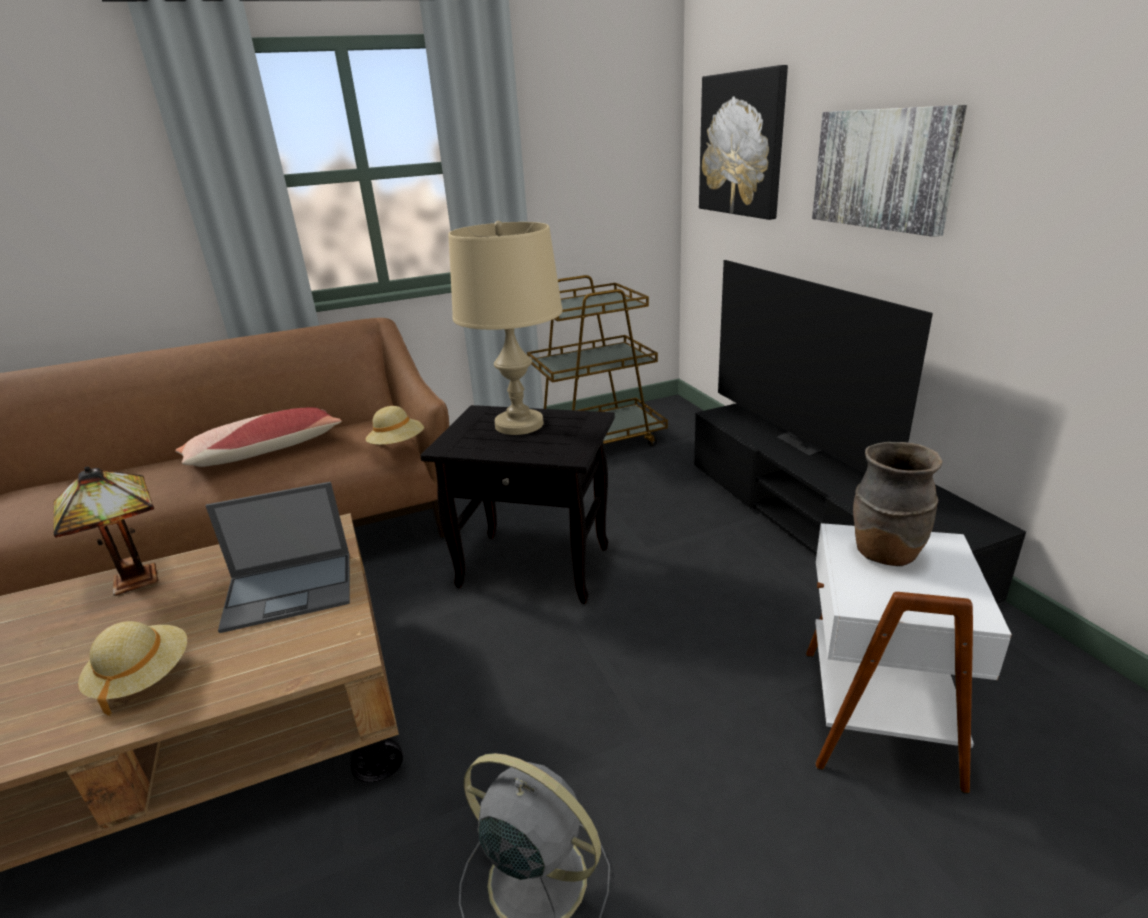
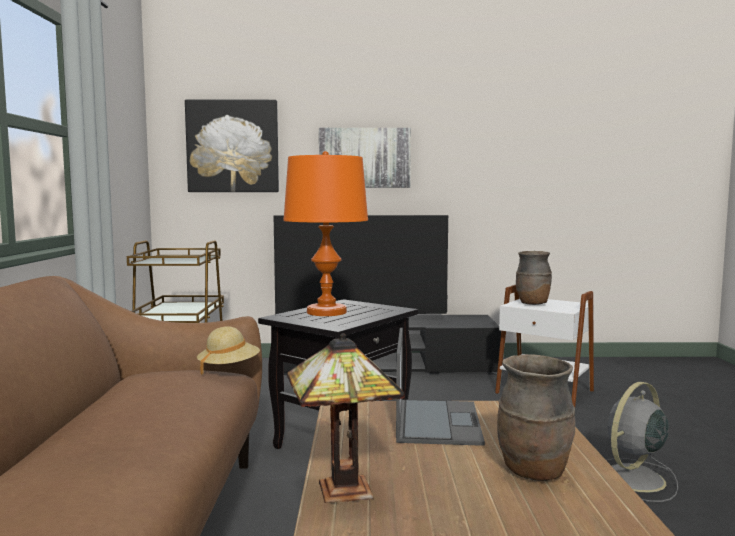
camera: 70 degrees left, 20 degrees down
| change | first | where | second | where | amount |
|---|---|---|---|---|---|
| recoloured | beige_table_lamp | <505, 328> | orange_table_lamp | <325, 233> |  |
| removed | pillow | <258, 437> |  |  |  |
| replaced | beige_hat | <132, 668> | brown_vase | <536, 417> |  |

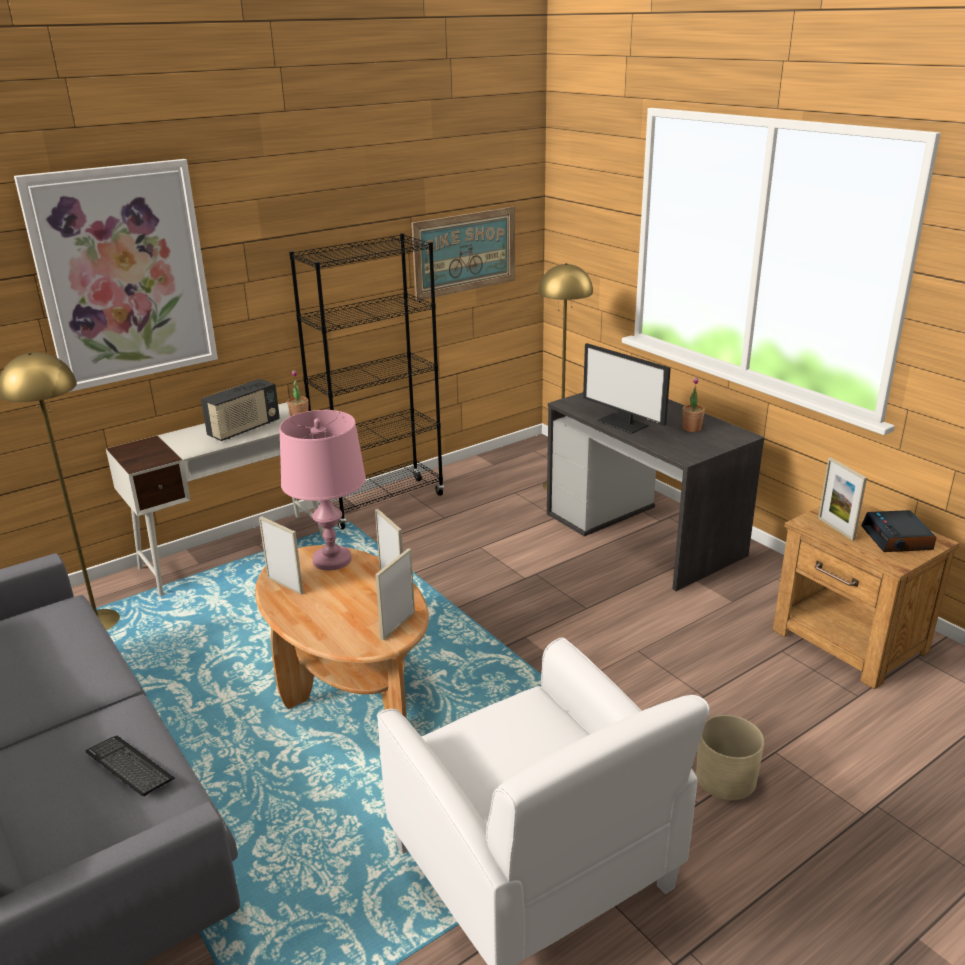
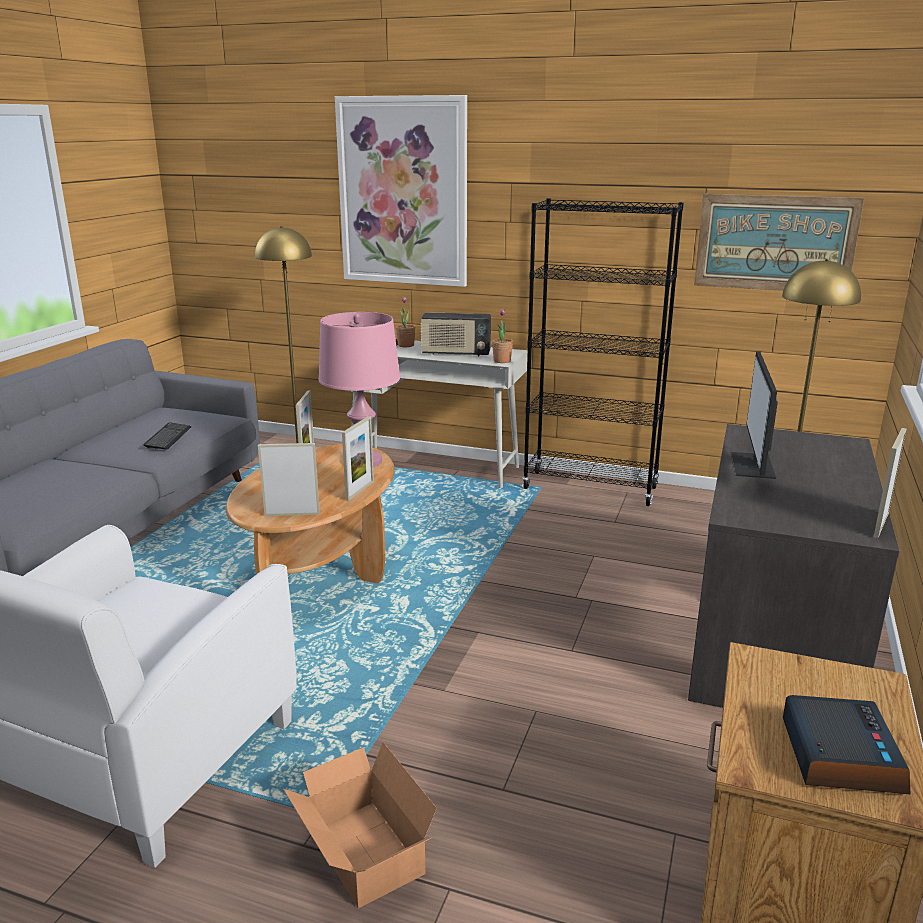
camera: 55 degrees right, 5 degrees down
| change | first | where | second | where | amount |
|---|---|---|---|---|---|
| moved | potted_plant | <693, 404> |  | <405, 322> |  |
| moved | picture_frame | <842, 499> |  | <890, 483> |  |
| turned | alarm_clock | <898, 531> |  | <847, 745> | 135 degrees clockwise |
| replaced | beige_planter | <730, 757> | cardboard_box | <360, 825> |  |
| moved | keyboard | <130, 766> |  | <167, 436> |  |

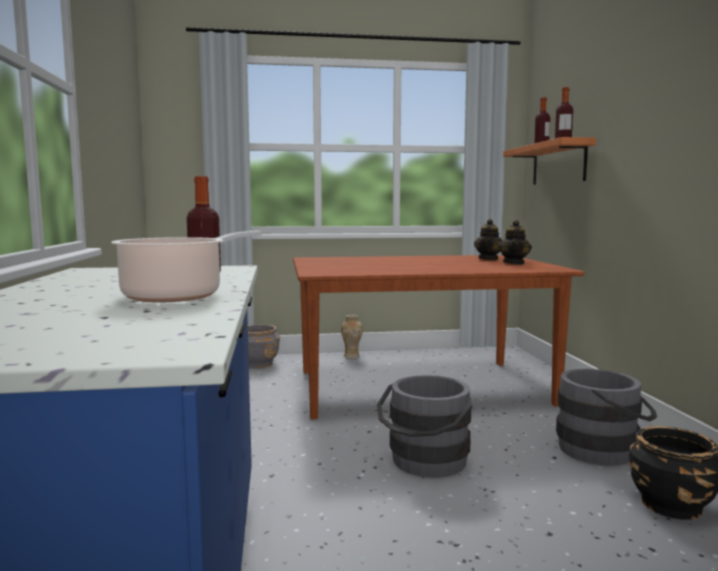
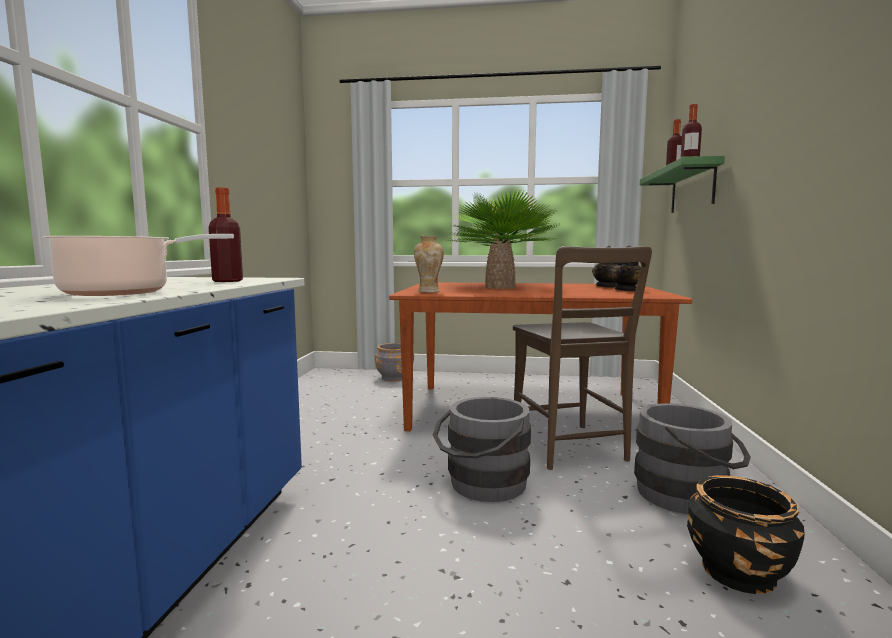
camera: 15 degrees right, 0 degrees up
| change | first | where | second | where | amount |
|---|---|---|---|---|---|
| recoloured | orange_shelf | <549, 161> | green_shelf | <682, 184> |  |
| moved | vase | <352, 337> |  | <429, 264> |  |
| added |  |  | potted_plant | <503, 239> |  |
| added |  |  | brown_chair | <582, 358> |  |

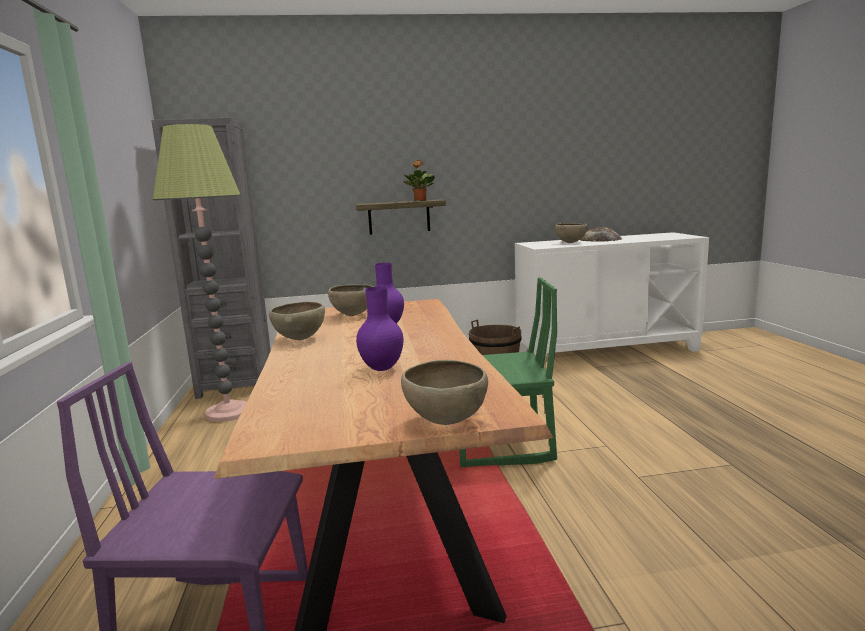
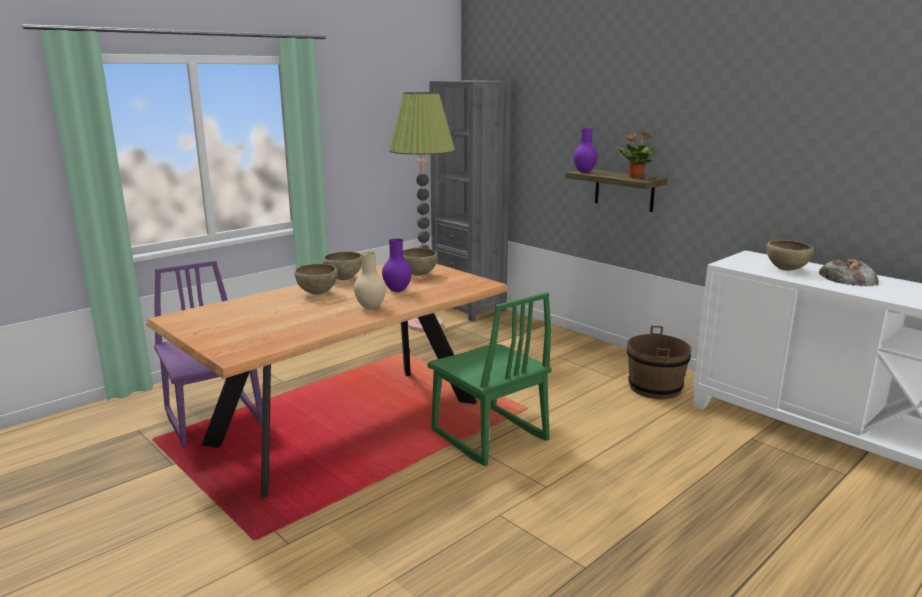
camera: 55 degrees right, 5 degrees up
| change | first | where | second | where | amount |
|---|---|---|---|---|---|
| moved | purple_vase | <380, 329> |  | <585, 150> |  |
| moved | brown_bowl | <444, 392> |  | <316, 279> |  |
| added |  |  | beige_vase | <370, 280> |  |

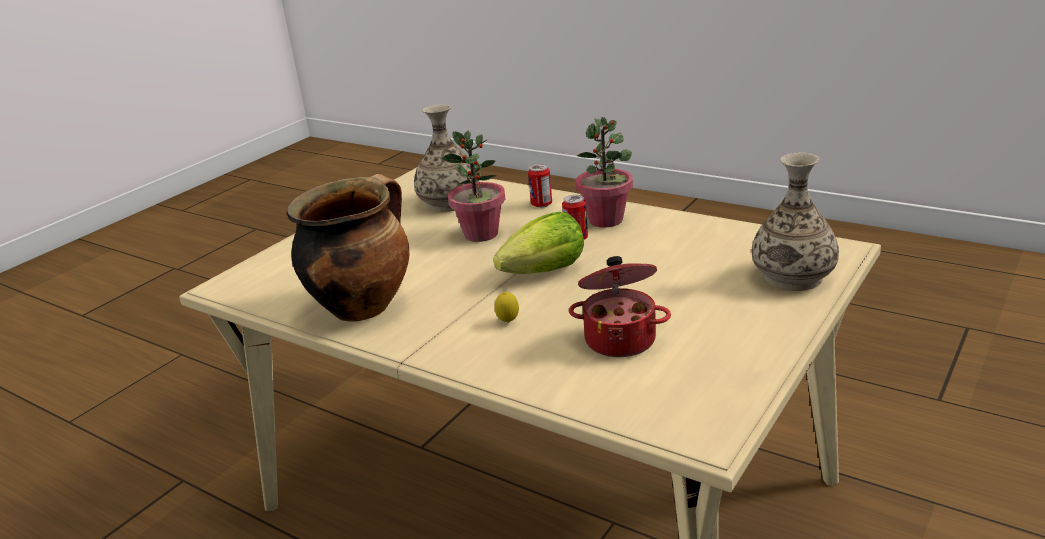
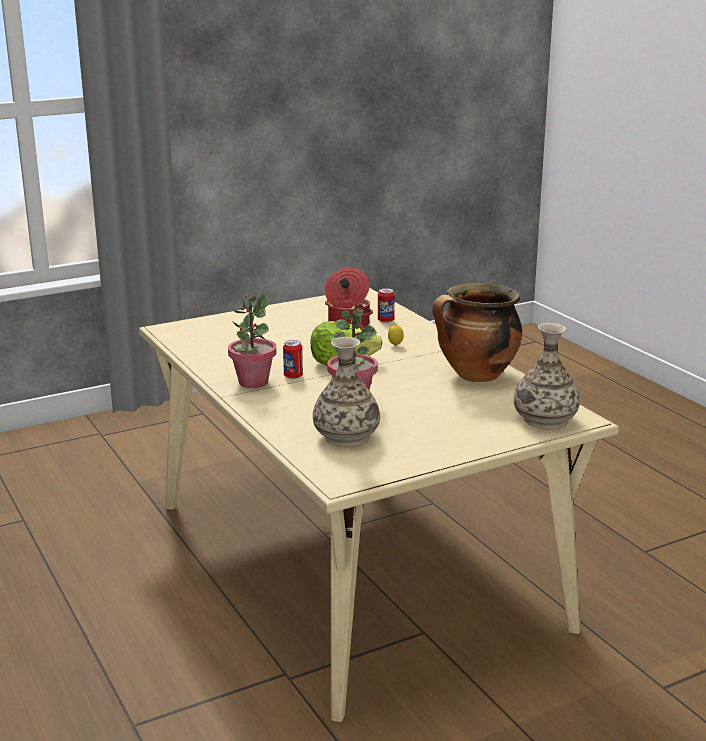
camera: 155 degrees left, 5 degrees down
| change | first | where | second | where | amount |
|---|---|---|---|---|---|
| moved | vase | <795, 221> |  | <547, 376> |  |
| moved | can | <540, 186> |  | <386, 305> |  |

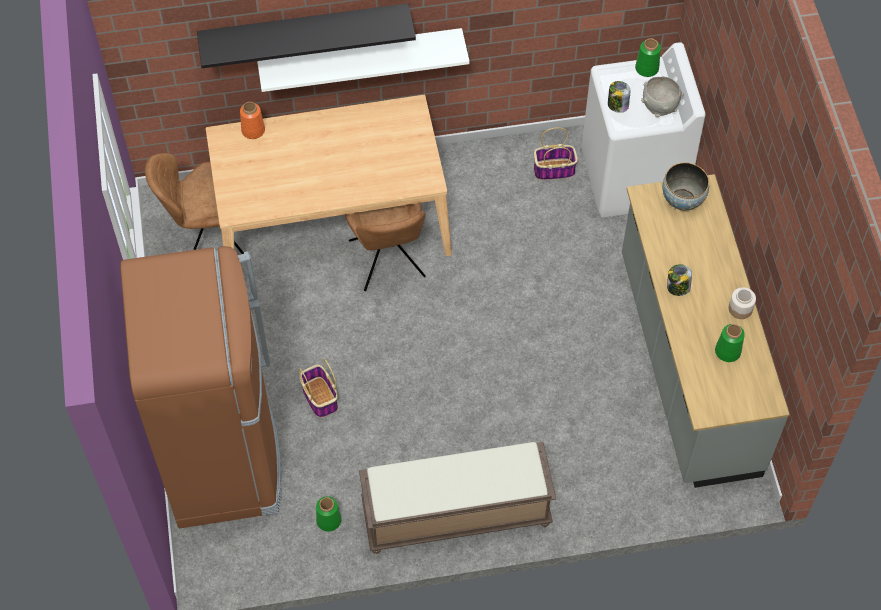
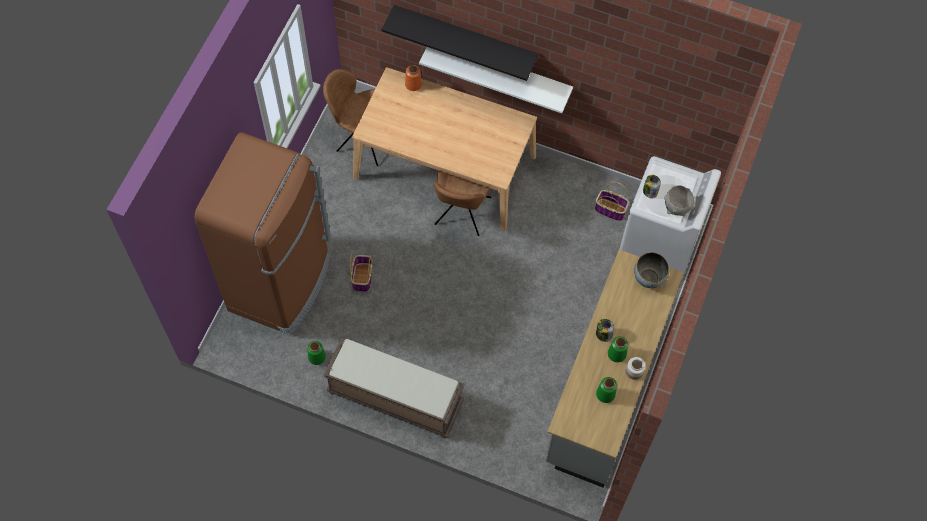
camera: 30 degrees right, 5 degrees up
| change | first | where | second | where | amount |
|---|---|---|---|---|---|
| moved | green_vase | <648, 57> |  | <618, 349> |  |

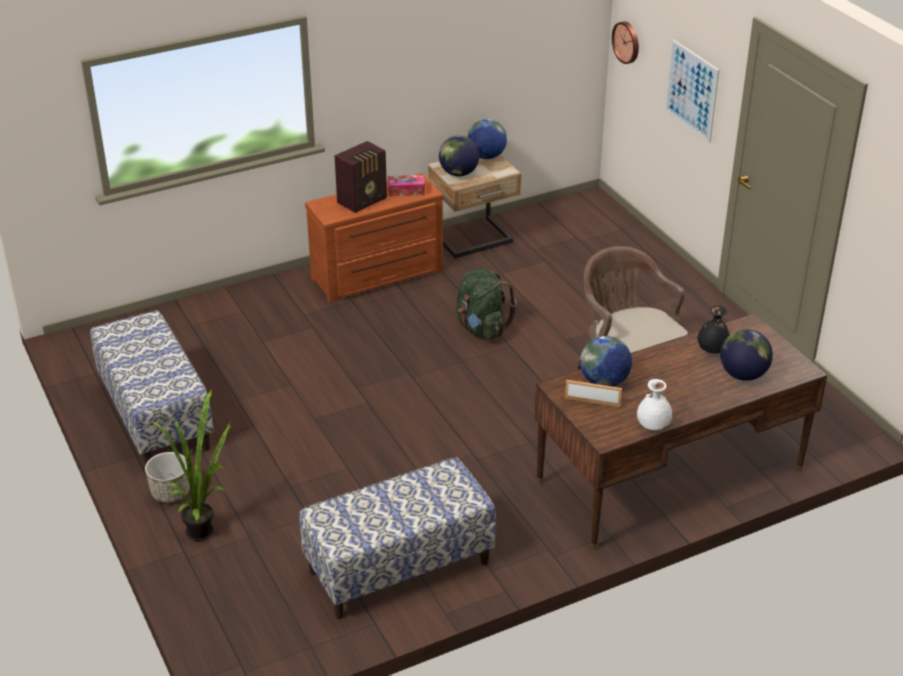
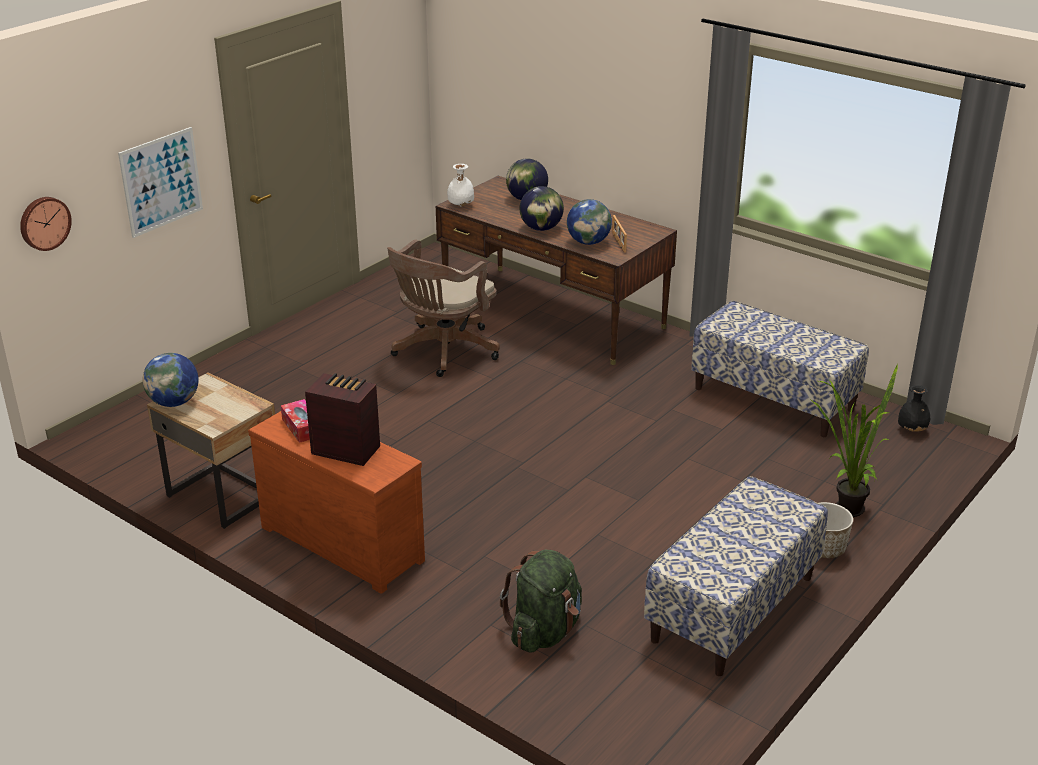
camera: 115 degrees left, 5 degrees down
| change | first | where | second | where | amount |
|---|---|---|---|---|---|
| moved | globe | <459, 155> |  | <542, 208> |  |
| moved | green_backpack | <487, 304> |  | <541, 601> |  |
| moved | black_vase | <713, 329> |  | <914, 408> |  |
| moved | white_vase | <654, 404> |  | <460, 185> |  |

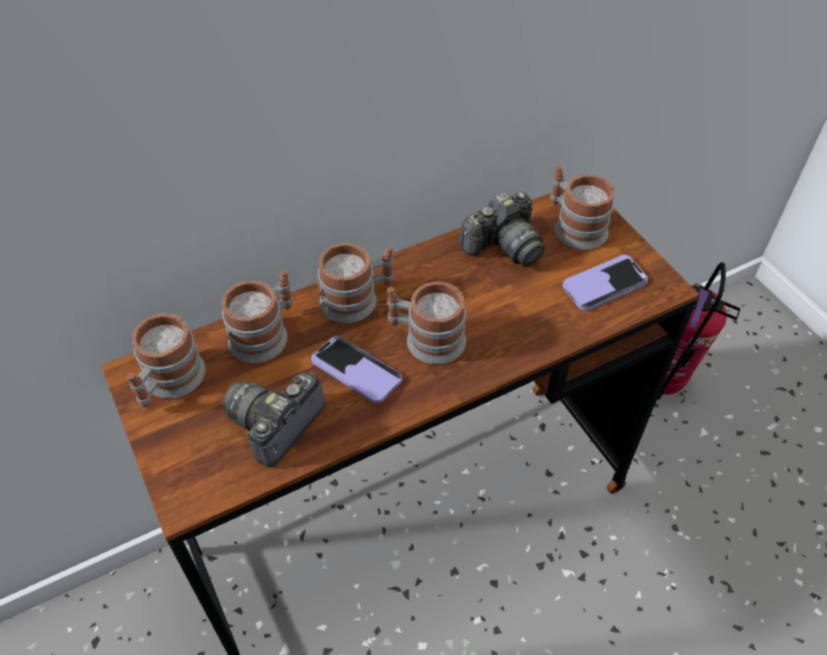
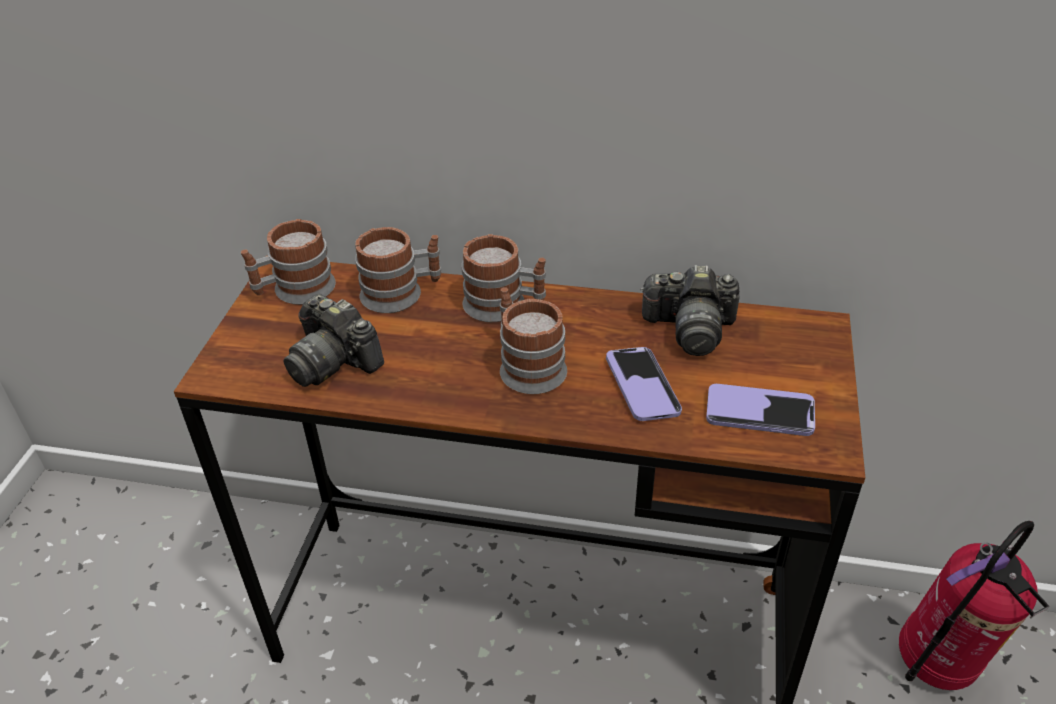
camera: 40 degrees right, 10 degrees down
| change | first | where | second | where | amount |
|---|---|---|---|---|---|
| removed | mug | <582, 208> |  |  |  |
| moved | phone | <356, 369> |  | <644, 384> |  |
| turned | photo_camera | <273, 420> |  | <333, 340> | 120 degrees counterclockwise |

